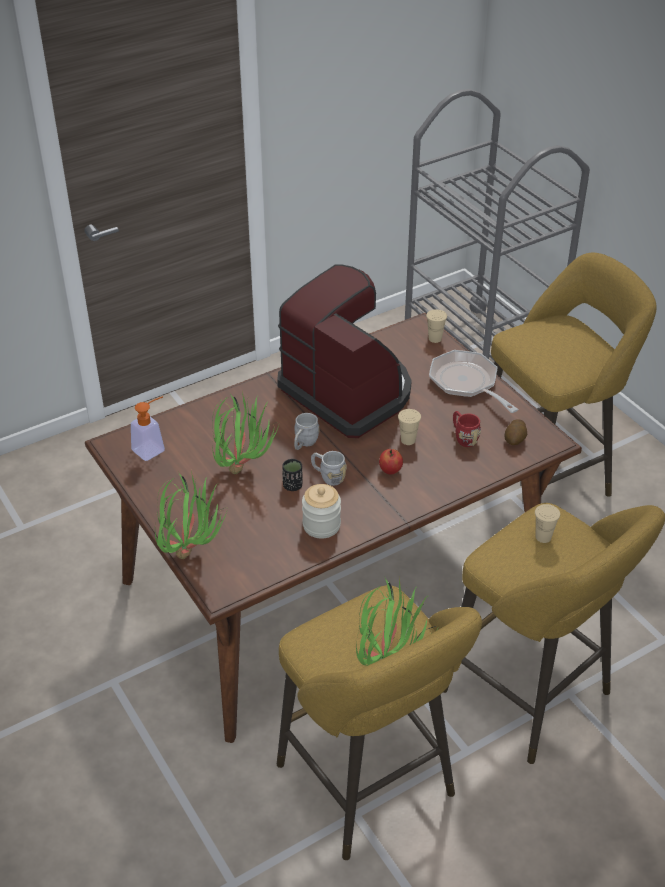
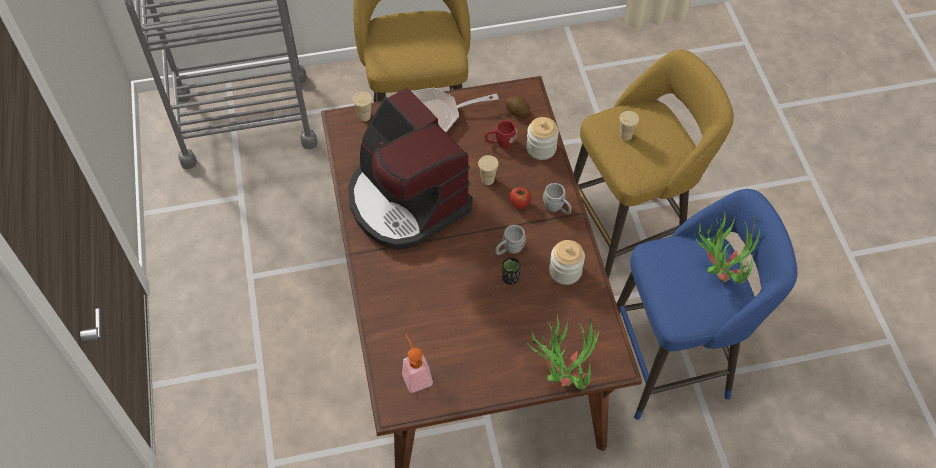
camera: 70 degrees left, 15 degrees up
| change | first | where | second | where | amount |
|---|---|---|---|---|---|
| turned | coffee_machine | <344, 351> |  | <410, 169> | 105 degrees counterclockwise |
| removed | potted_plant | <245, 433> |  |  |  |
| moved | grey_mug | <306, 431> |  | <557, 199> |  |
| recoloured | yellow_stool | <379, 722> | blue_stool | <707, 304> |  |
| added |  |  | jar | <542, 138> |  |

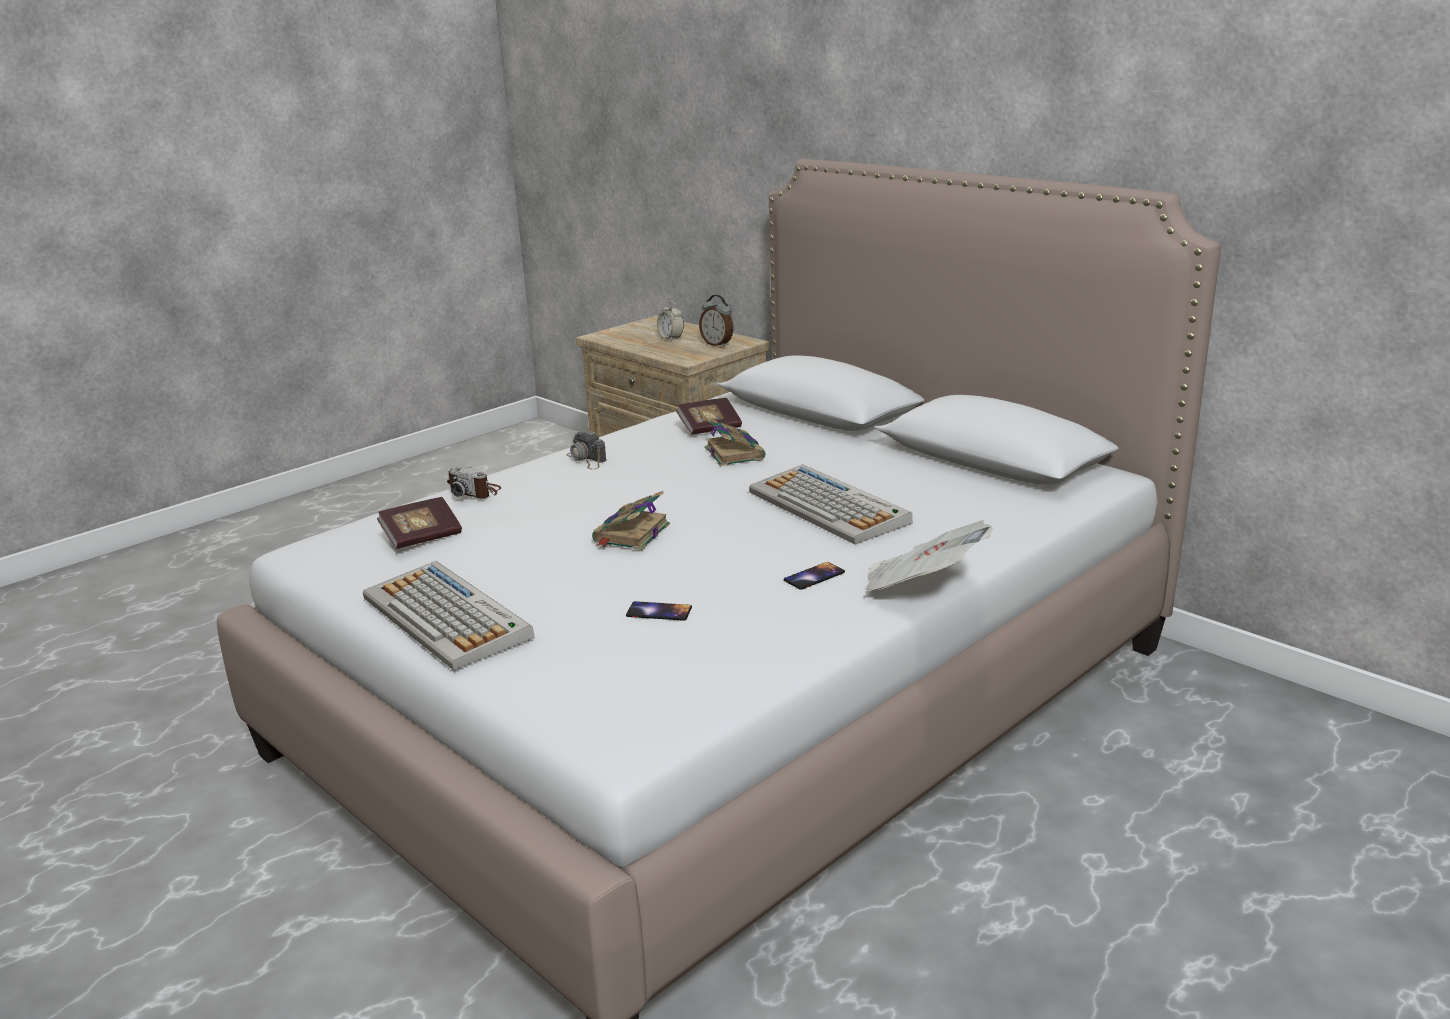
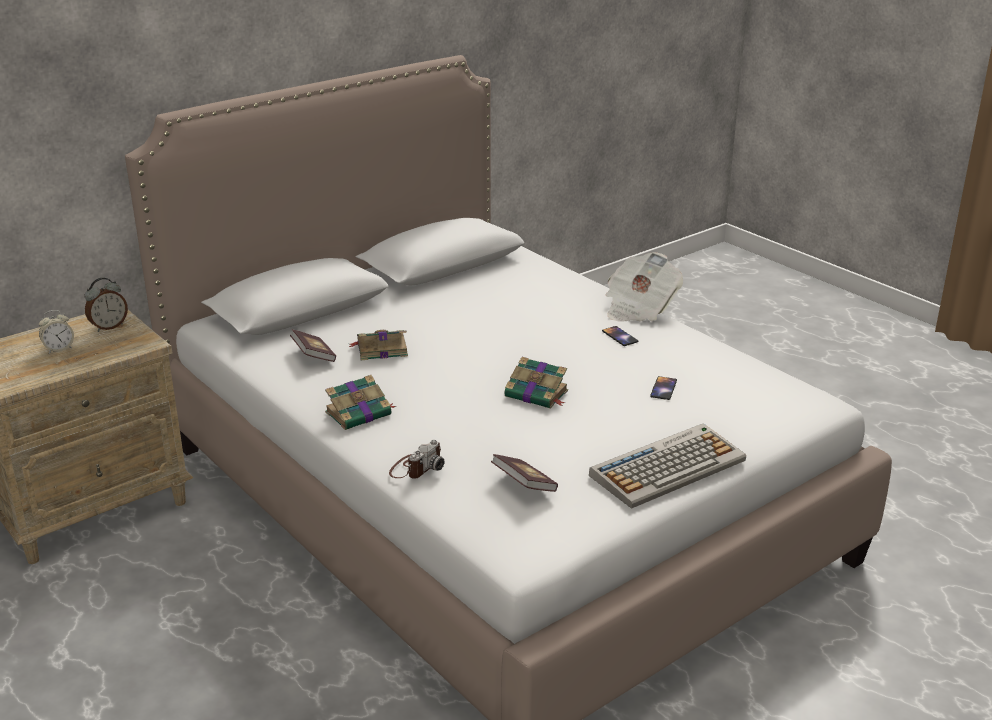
camera: 85 degrees left, 5 degrees up
| change | first | where | second | where | amount |
|---|---|---|---|---|---|
| replaced | photo_camera | <586, 450> | book | <360, 402> |  |
| removed | keyboard | <831, 504> |  |  |  |

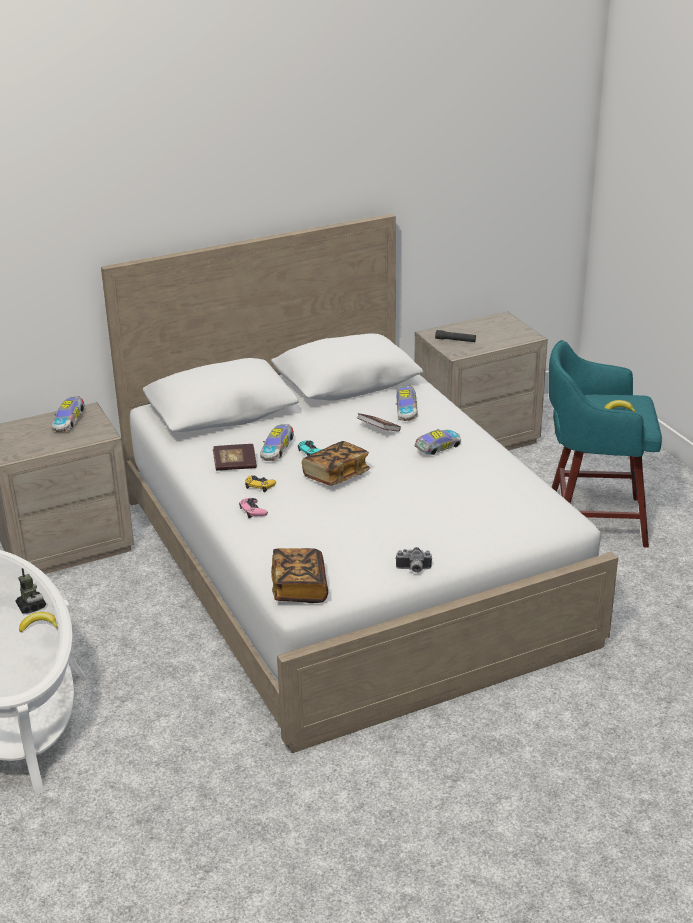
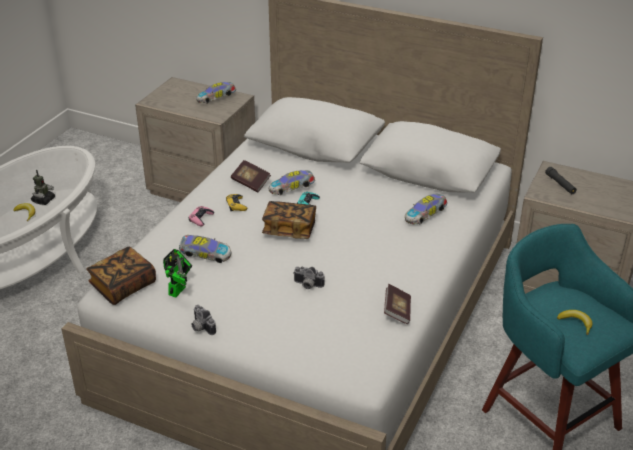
camera: 50 degrees right, 5 degrees up
| change | first | where | second | where | amount |
|---|---|---|---|---|---|
| moved | book | <379, 422> |  | <397, 304> |  |
| moved | toy_car | <438, 442> |  | <205, 249> |  |
| added |  |  | toy_robot | <177, 273> |  |
| added |  |  | photo_camera | <309, 278> |  |

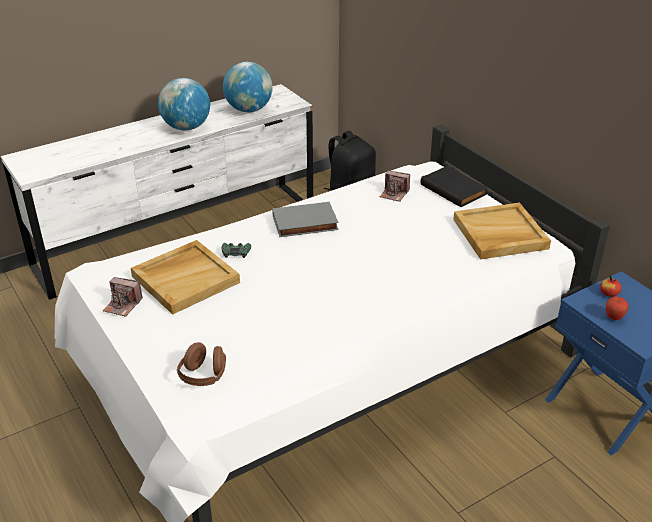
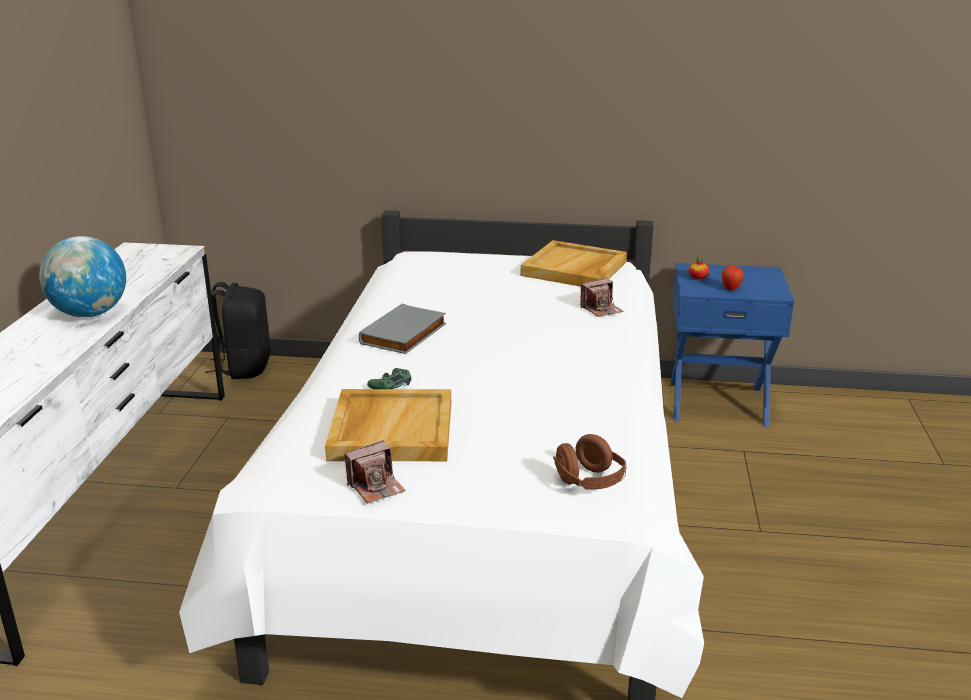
camera: 50 degrees left, 10 degrees down
| change | first | where | second | where | amount |
|---|---|---|---|---|---|
| removed | globe | <248, 87> |  |  |  |
| removed | black_book | <454, 186> |  |  |  |
| moved | photo_camera | <395, 186> |  | <601, 297> |  |

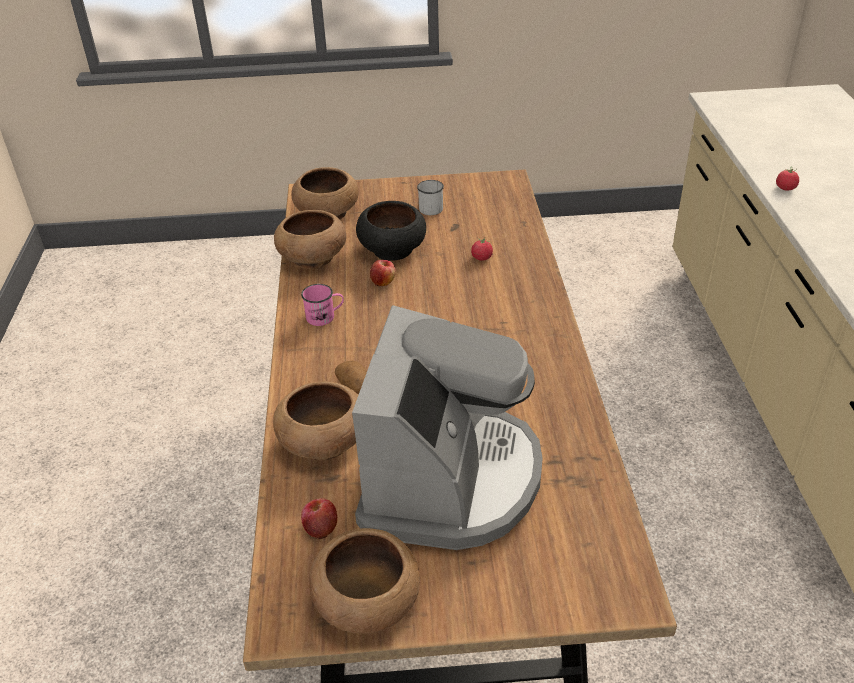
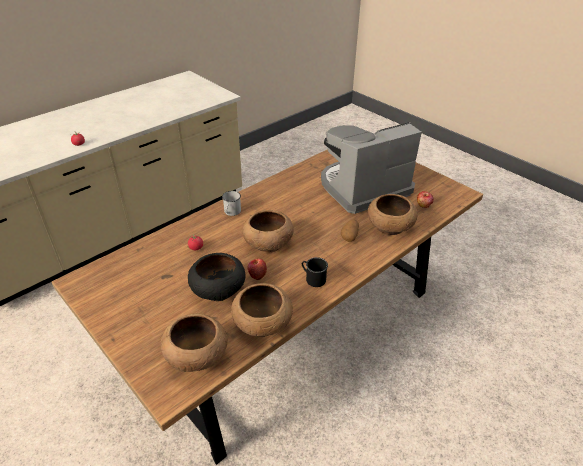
camera: 130 degrees left, 0 degrees up
| change | first | where | second | where | amount |
|---|---|---|---|---|---|
| moved | white_mug | <430, 197> |  | <231, 203> |  |
| recoloured | pink_mug | <322, 305> | black_mug | <315, 272> |  |
| moved | brown_bowl | <364, 581> |  | <268, 231> |  |

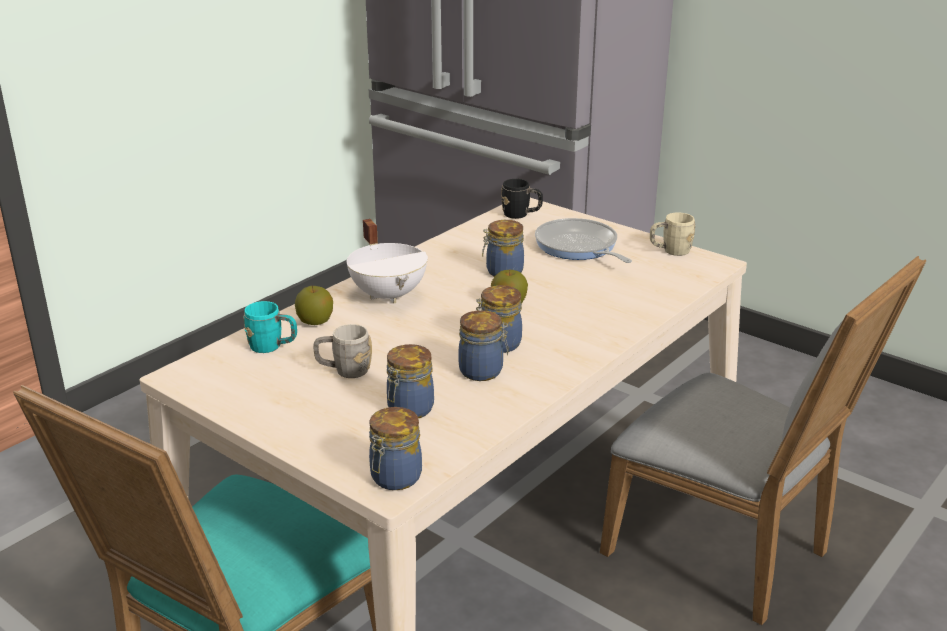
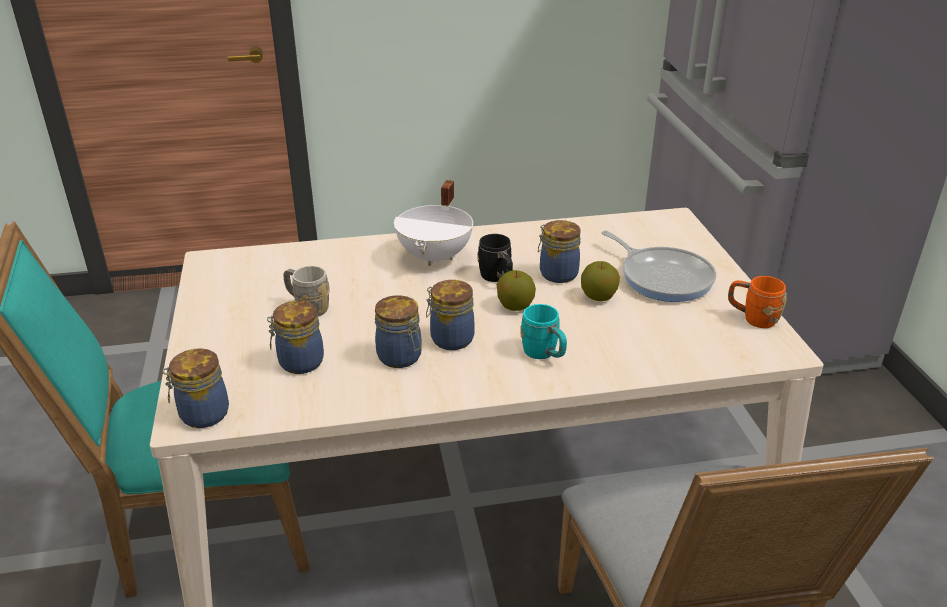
camera: 40 degrees right, 5 degrees up
| change | first | where | second | where | amount |
|---|---|---|---|---|---|
| moved | black_mug | <522, 199> |  | <495, 258> |  |
| recoloured | beige_mug | <673, 234> | orange_mug | <757, 302> |  |
| turned | frying_pan | <583, 240> |  | <658, 266> | 135 degrees clockwise |
| moved | apple | <314, 305> |  | <600, 281> |  |
| moved | turquoise_mug | <270, 327> |  | <543, 331> |  |

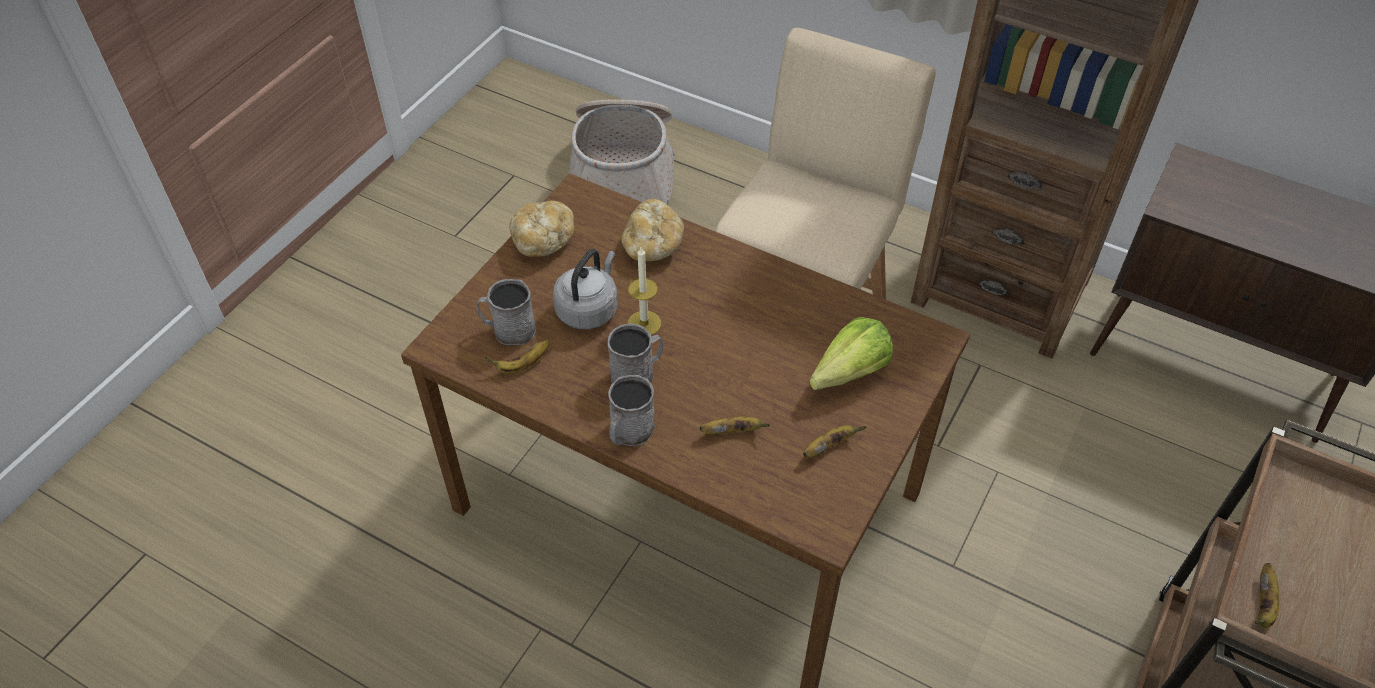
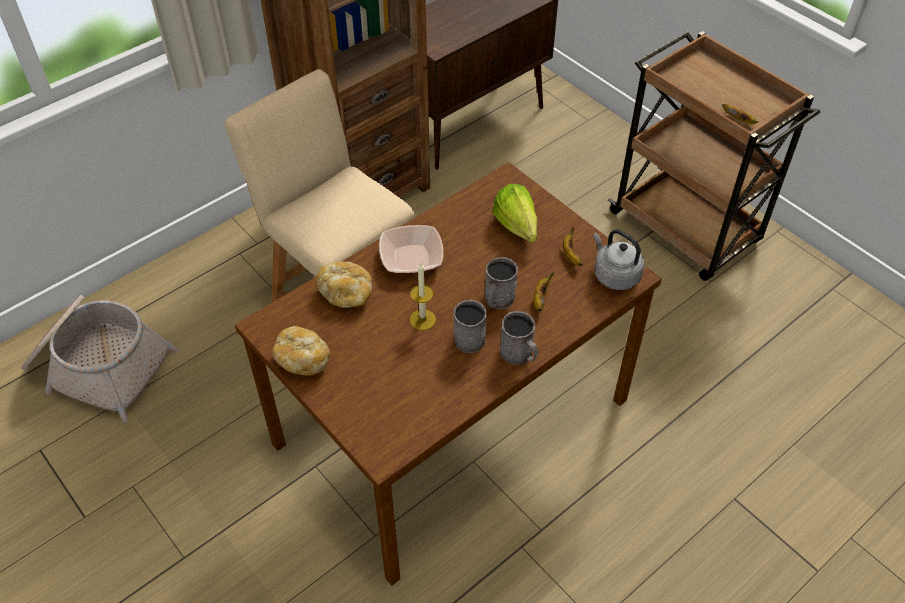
camera: 70 degrees left, 0 degrees up
| change | first | where | second | where | amount |
|---|---|---|---|---|---|
| moved | grey_kettle | <585, 289> |  | <619, 259> |  |
| moved | grey_mug | <506, 312> |  | <501, 283> |  |
| removed | banana | <517, 356> |  |  |  |
| added |  |  | bowl | <411, 249> |  |

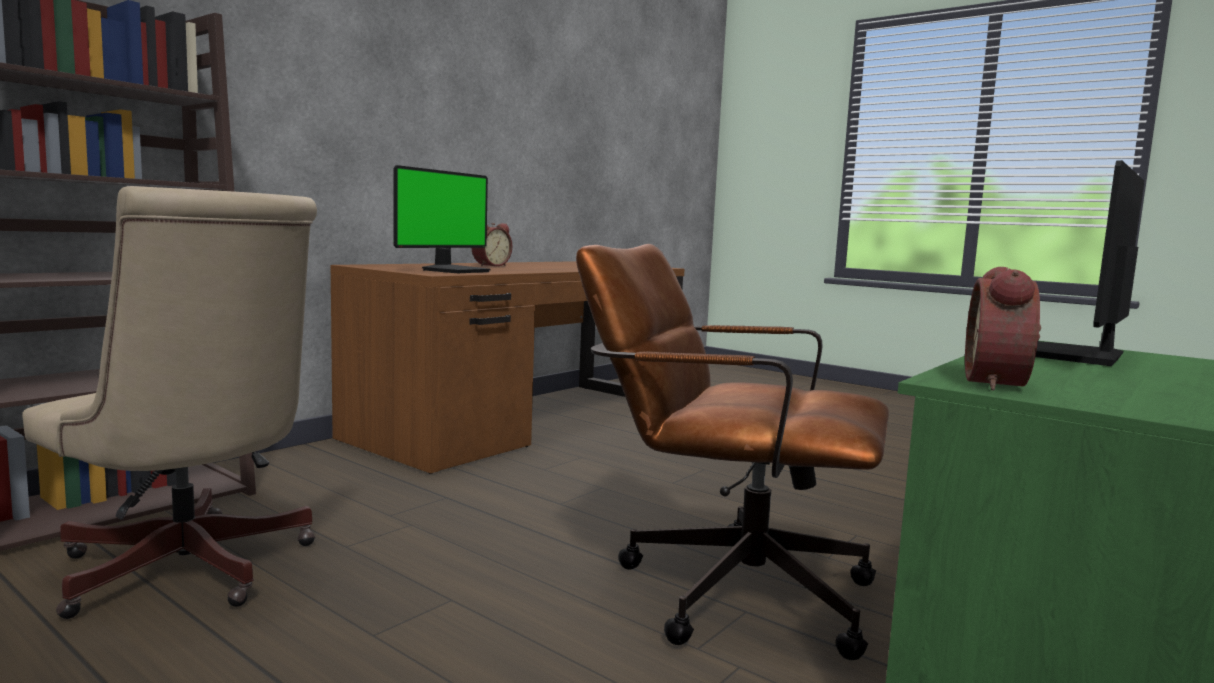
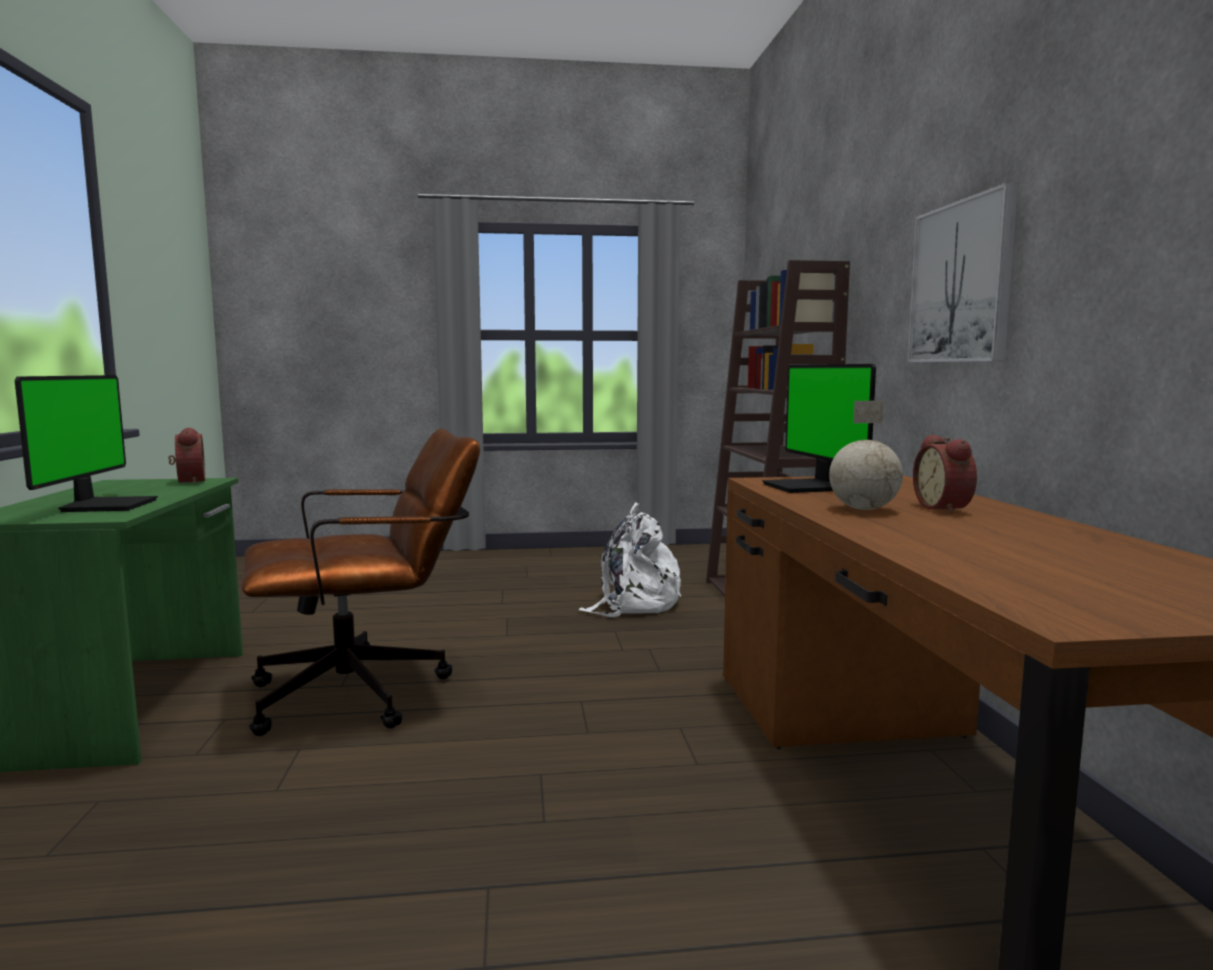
camera: 135 degrees right, 0 degrees up
| change | first | where | second | where | amount |
|---|---|---|---|---|---|
| replaced | beige_office_chair | <169, 402> | white_backpack | <629, 559> |  |
| added |  |  | picture | <963, 272> |  |
| added |  |  | globe | <866, 455> |  |

